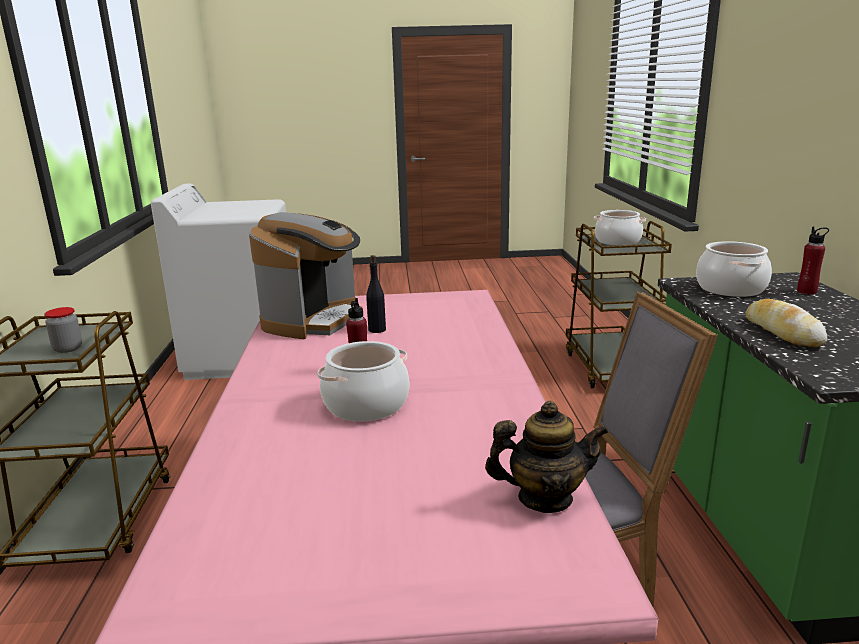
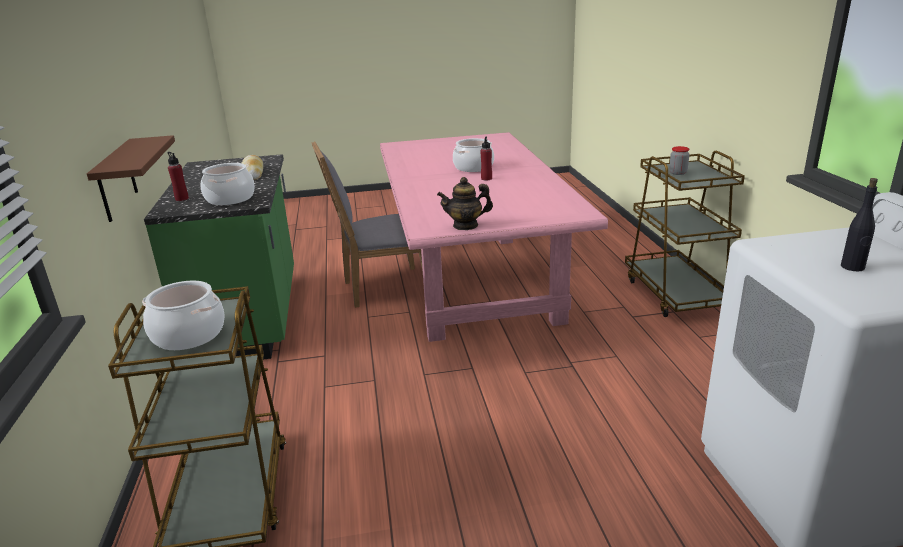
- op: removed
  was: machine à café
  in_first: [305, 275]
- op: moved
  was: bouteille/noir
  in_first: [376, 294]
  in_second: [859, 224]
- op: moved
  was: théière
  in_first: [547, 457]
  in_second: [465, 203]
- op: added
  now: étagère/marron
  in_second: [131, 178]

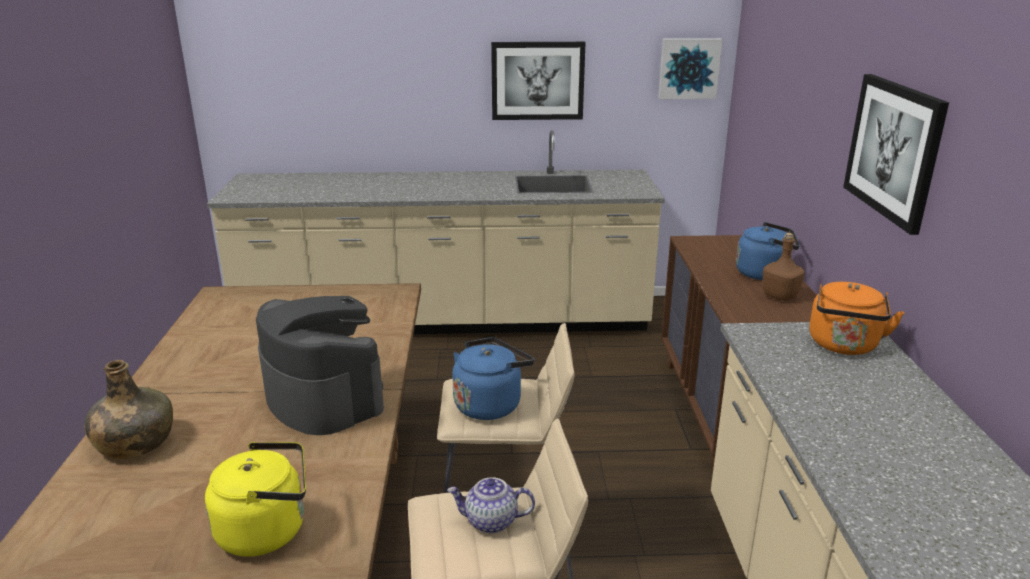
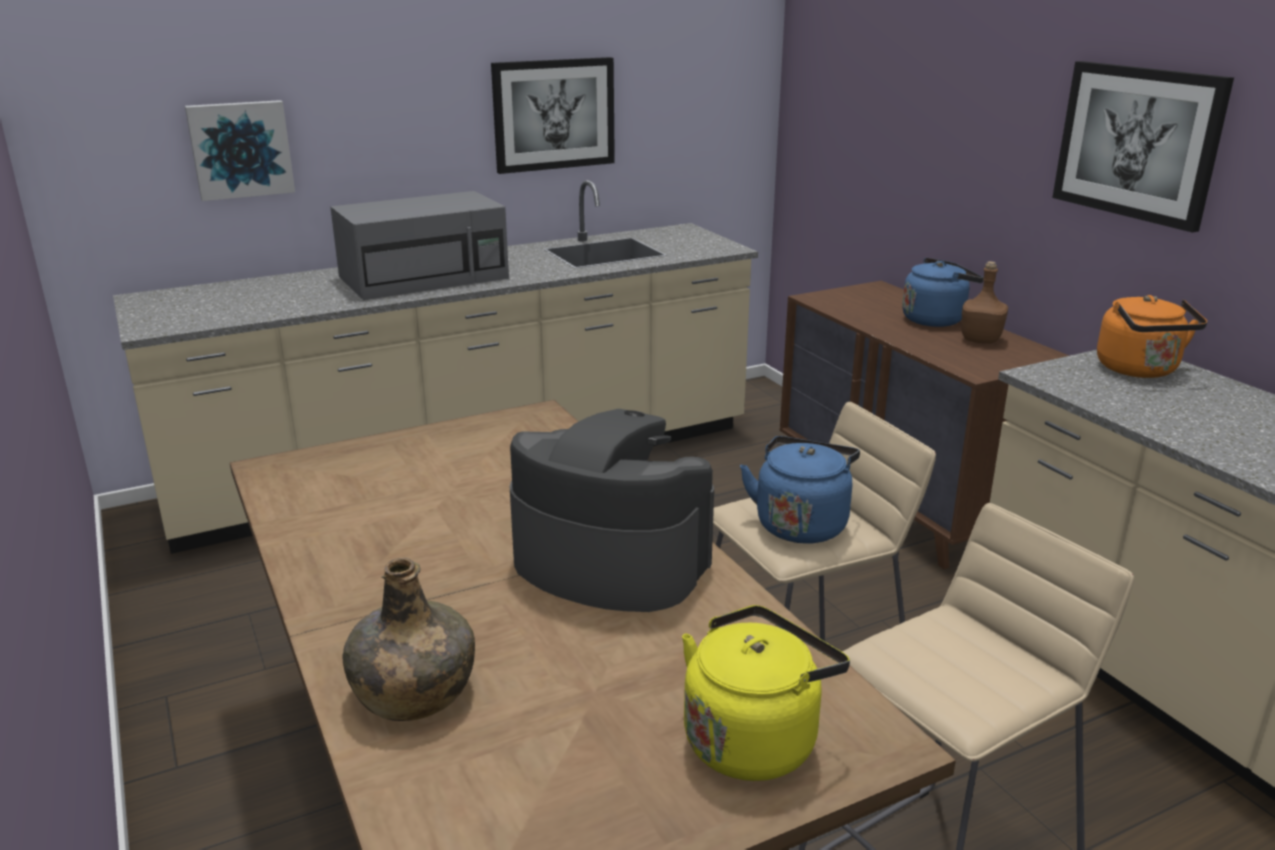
- op: removed
  was: théière
  in_first: [491, 505]
- op: moved
  was: tableau
  in_first: [690, 68]
  in_second: [240, 150]
- op: added
  now: micro-ondes/gris
  in_second: [419, 245]

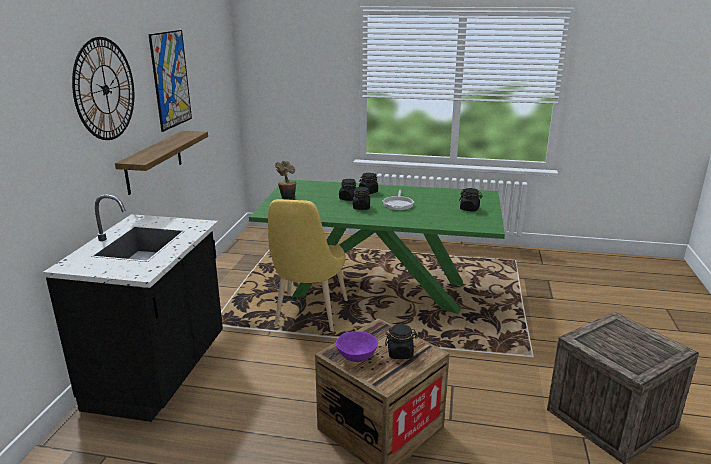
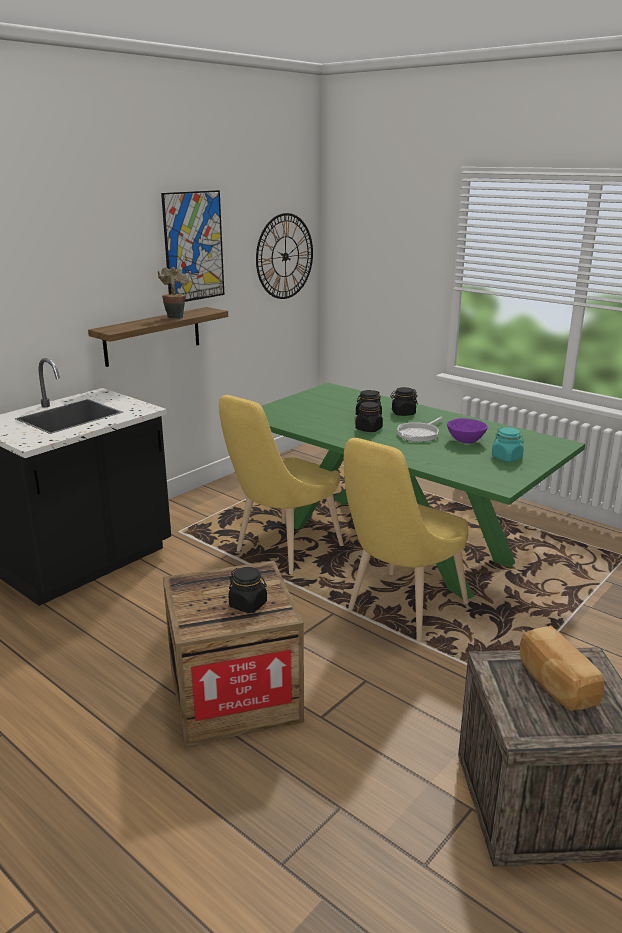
- op: moved
  was: horloge murale
  in_first: [103, 88]
  in_second: [284, 256]
- op: moved
  was: plante en pot
  in_first: [285, 180]
  in_second: [173, 293]
- op: moved
  was: bol/violet
  in_first: [357, 346]
  in_second: [467, 430]
- op: recoloured
  was: bocal/noir
  now: bocal/turquoise
  in_first: [471, 200]
  in_second: [508, 444]
- op: added
  now: chaise/jaune
  in_second: [406, 540]
- op: added
  now: pain
  in_second: [562, 668]

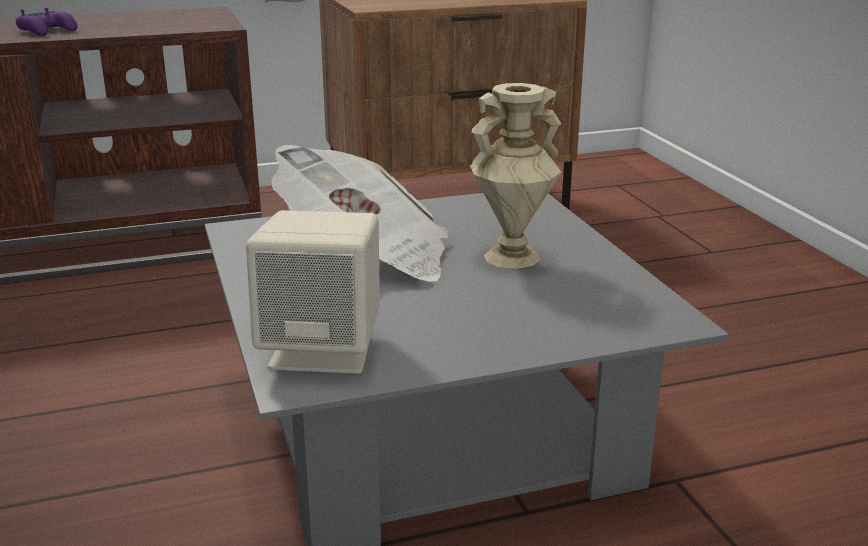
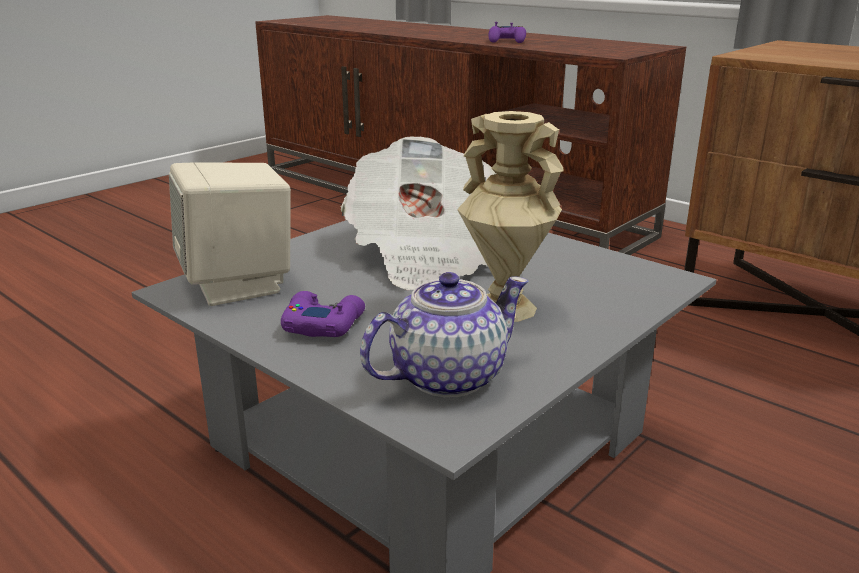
- op: added
  now: manette/violet
  in_second: [323, 314]
- op: added
  now: théière
  in_second: [444, 334]

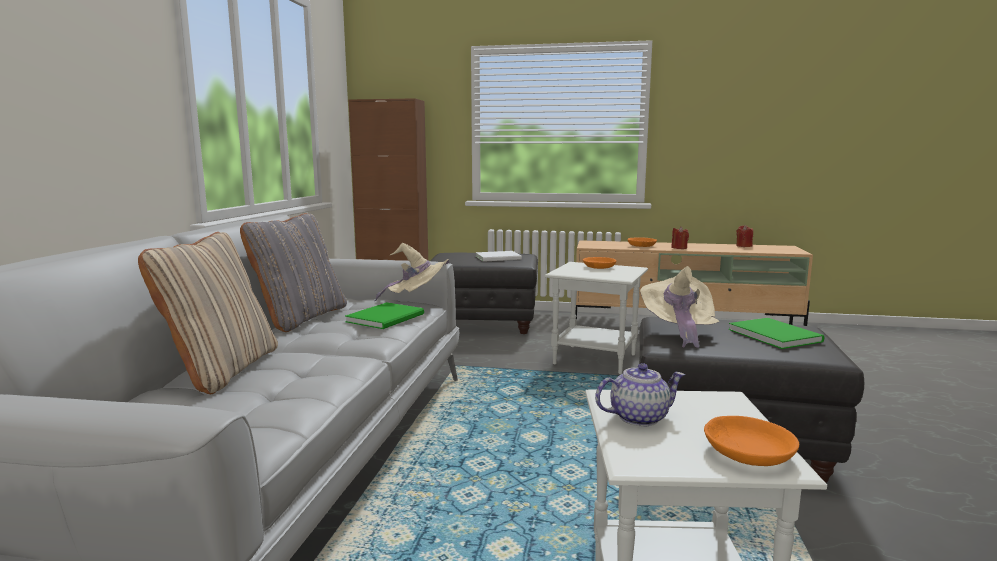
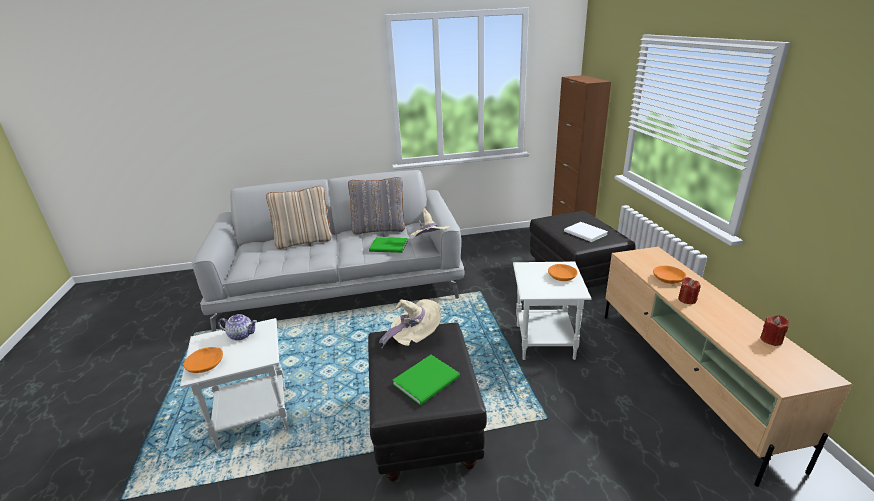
- op: turned
  was: théière
  in_first: [640, 394]
  in_second: [237, 327]
  clockwise: -45

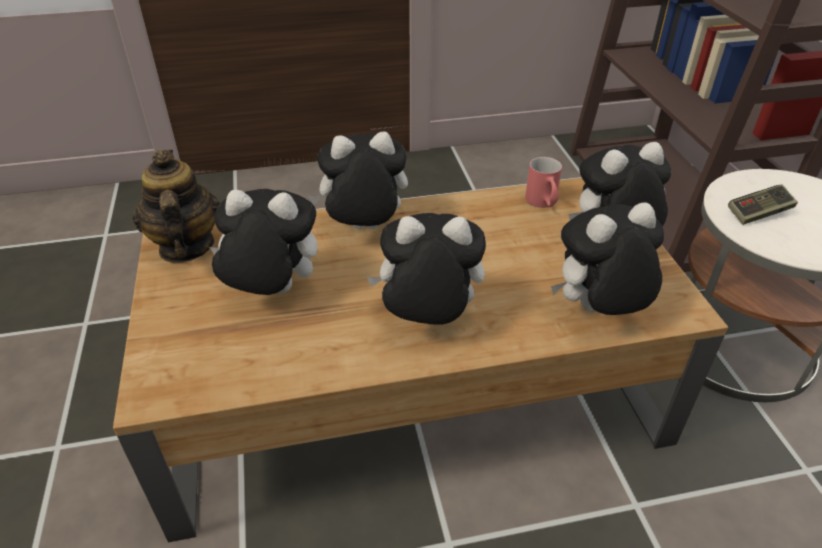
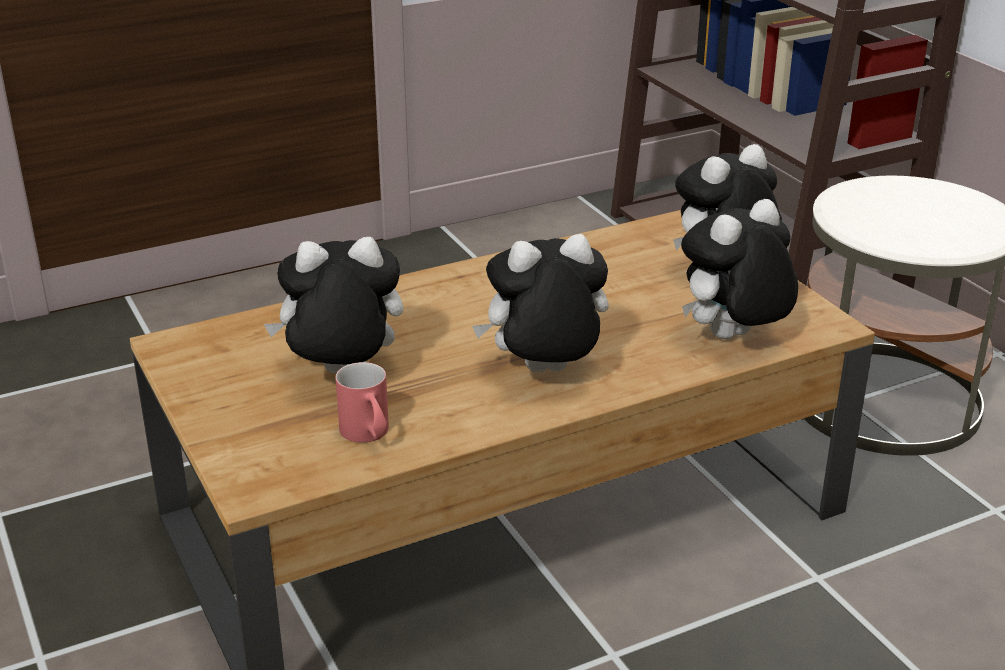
- op: removed
  was: théière
  in_first: [176, 206]
- op: removed
  was: peluche
  in_first: [358, 180]
- op: moved
  was: mug/rouge
  in_first: [543, 182]
  in_second: [362, 402]
- op: removed
  was: manette
  in_first: [763, 205]

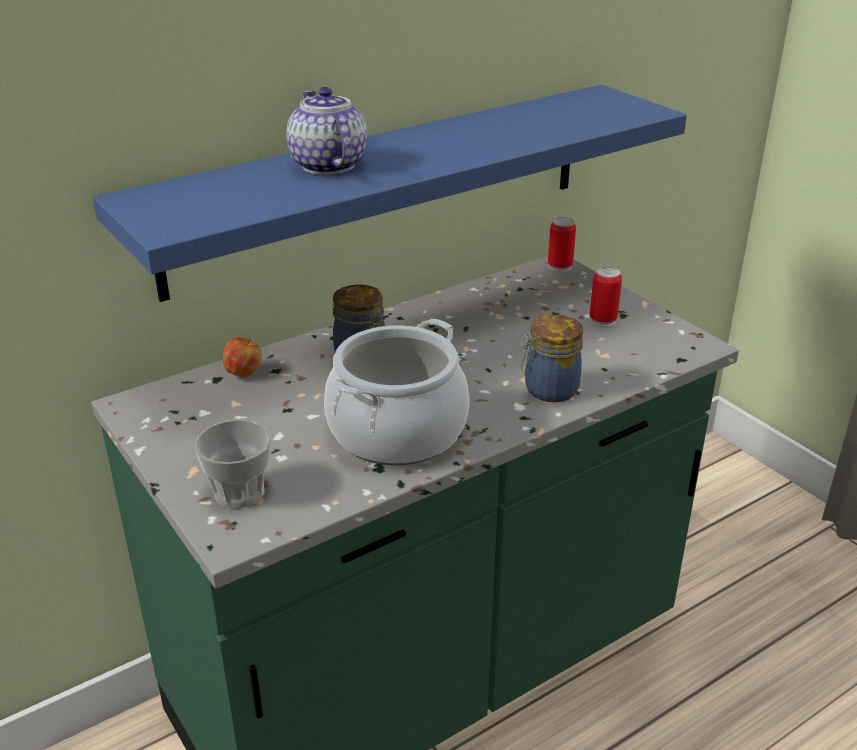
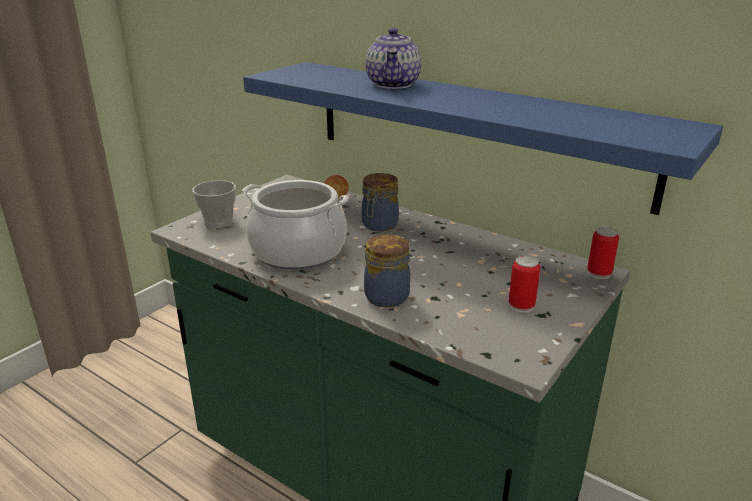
- op: turned
  was: théière
  in_first: [326, 131]
  in_second: [393, 58]
  clockwise: 135

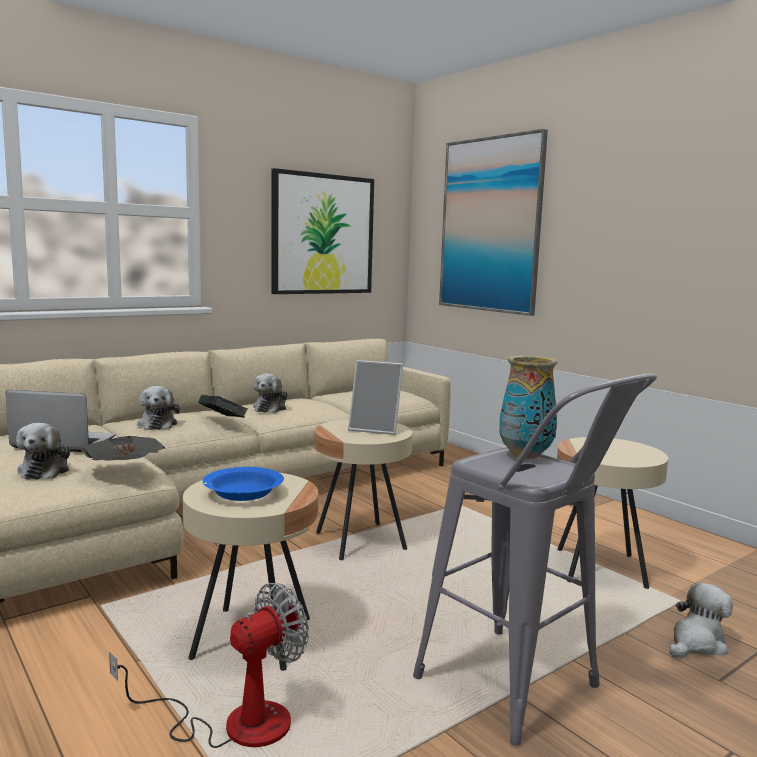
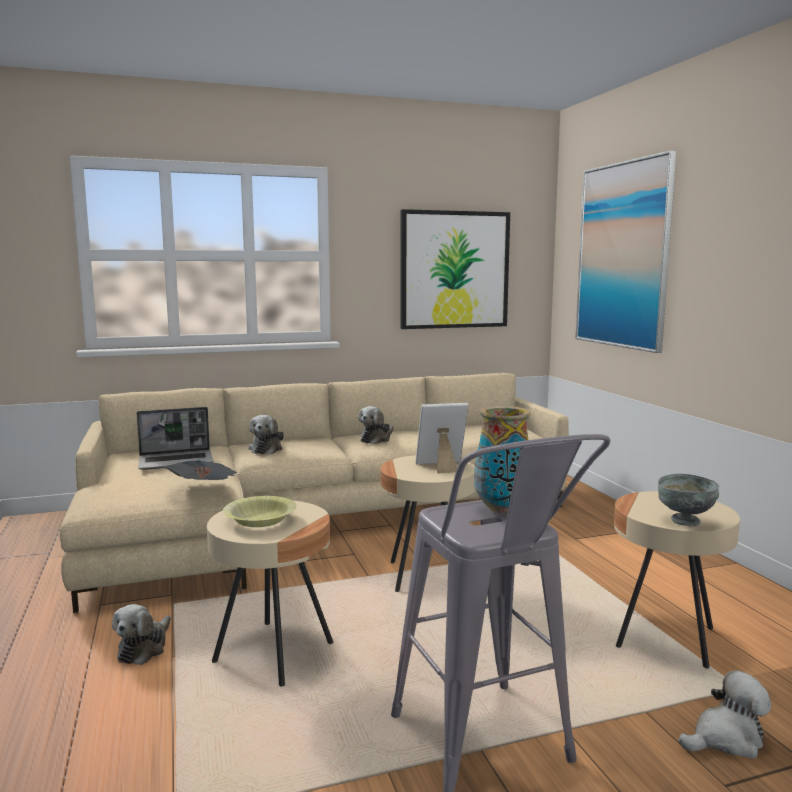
- op: turned
  was: ordinateur portable
  in_first: [61, 421]
  in_second: [175, 438]
  clockwise: 135
- op: moved
  was: peluche
  in_first: [43, 451]
  in_second: [141, 634]
- op: removed
  was: ventilateur
  in_first: [209, 665]
- op: removed
  was: livre
  in_first: [223, 406]
- op: recoloured
  was: bol/bleu
  now: bol/jaune
  in_first: [243, 484]
  in_second: [259, 511]
- op: turned
  was: cadre photo
  in_first: [375, 397]
  in_second: [442, 438]
  clockwise: 135
- op: added
  now: bol/gris
  in_second: [688, 500]

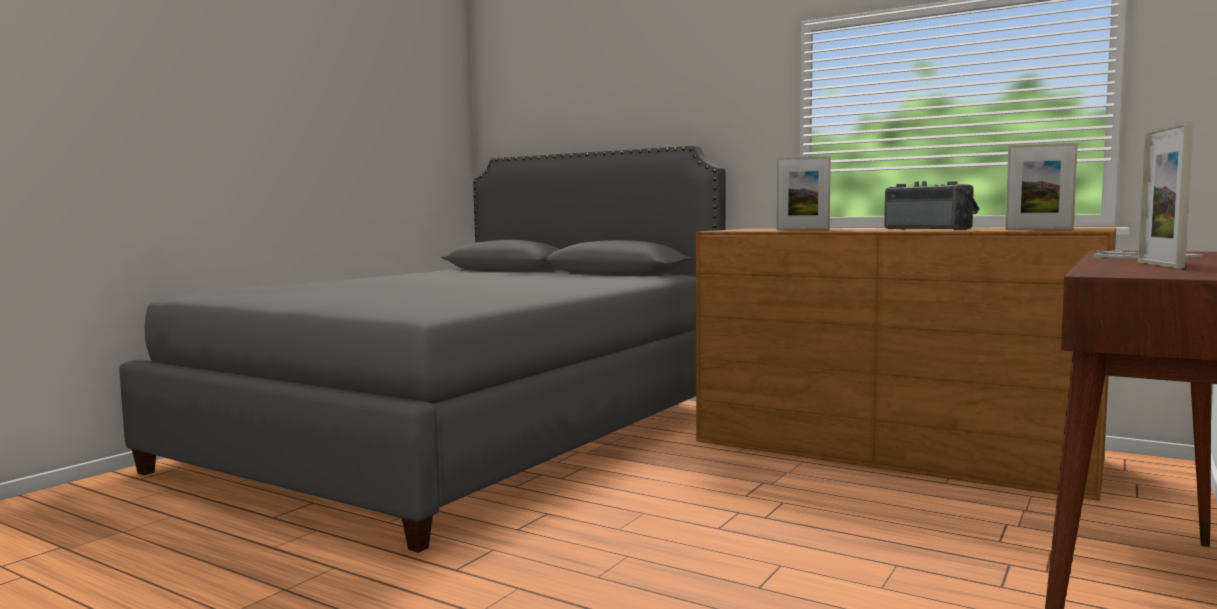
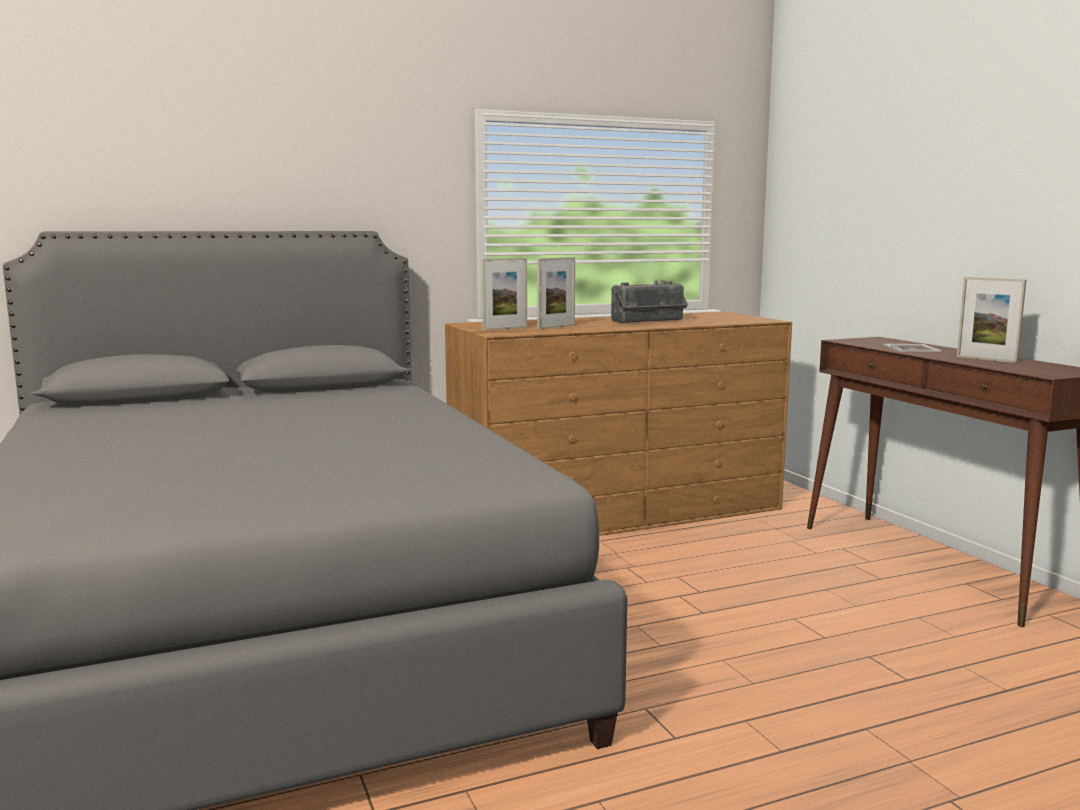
- op: turned
  was: radio
  in_first: [932, 205]
  in_second: [649, 301]
  clockwise: 150
- op: moved
  was: cadre photo
  in_first: [1041, 186]
  in_second: [504, 294]

